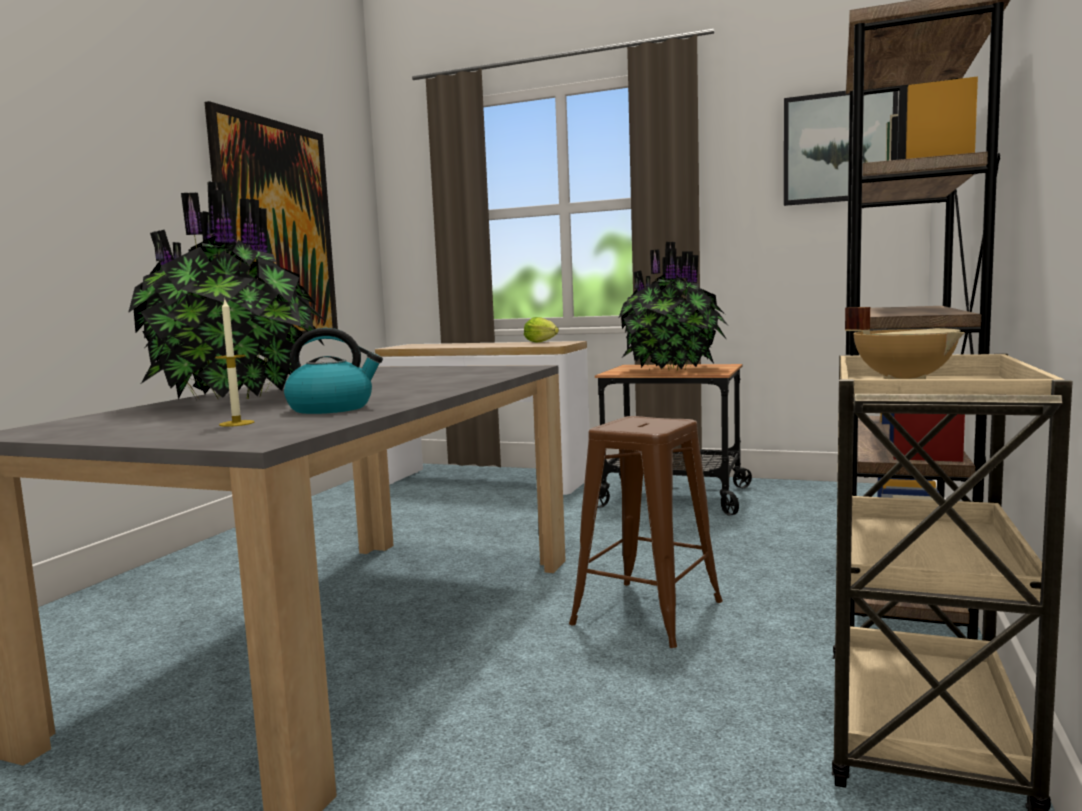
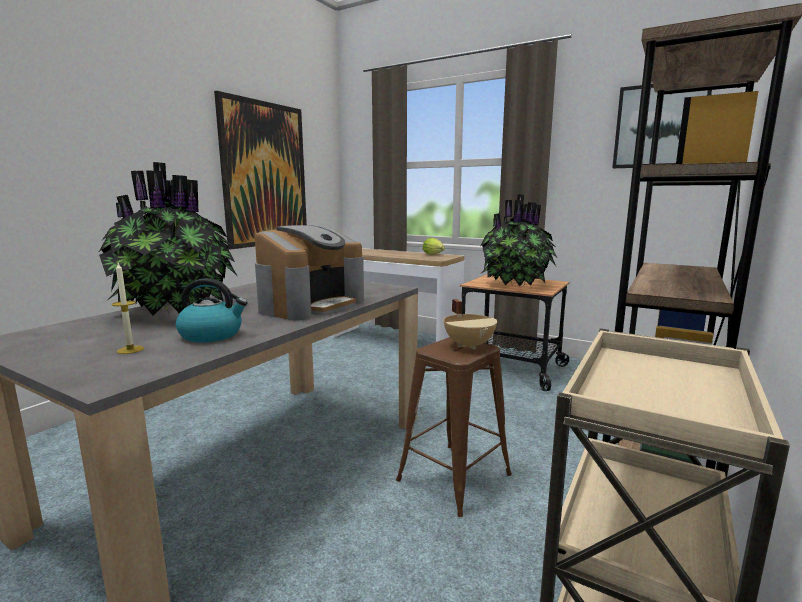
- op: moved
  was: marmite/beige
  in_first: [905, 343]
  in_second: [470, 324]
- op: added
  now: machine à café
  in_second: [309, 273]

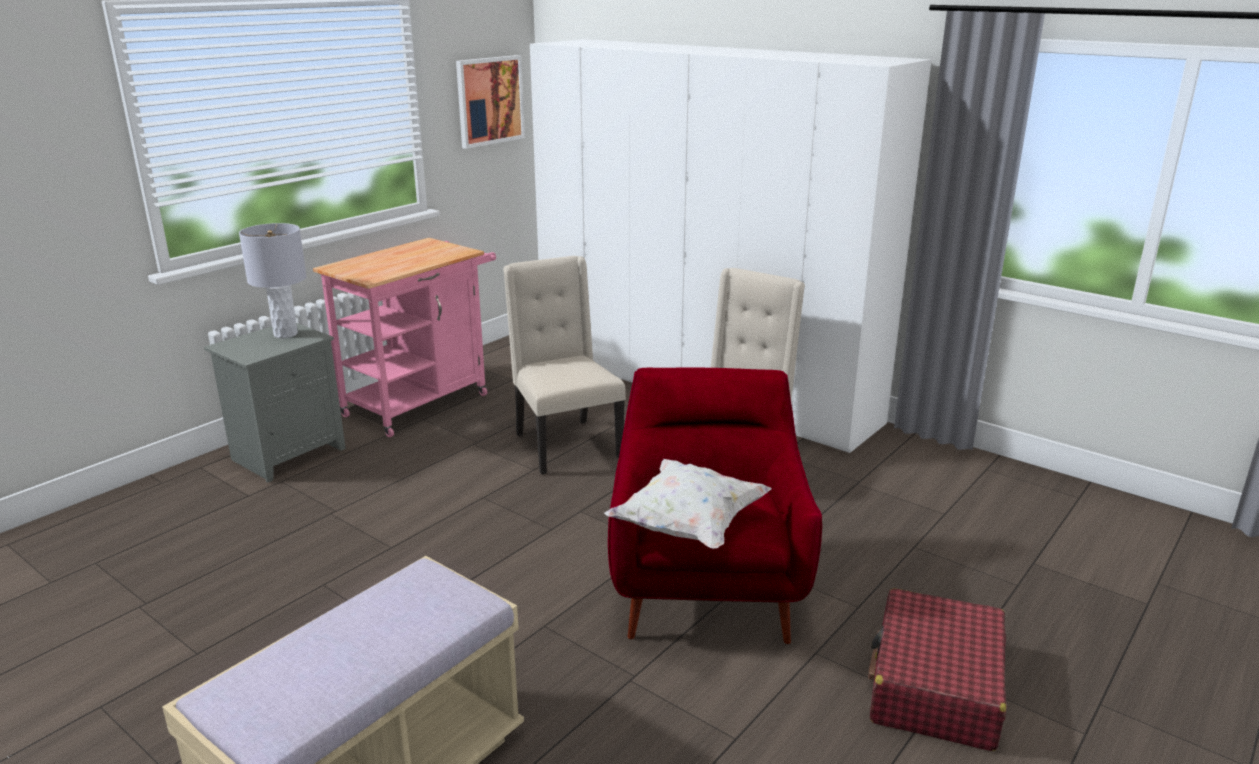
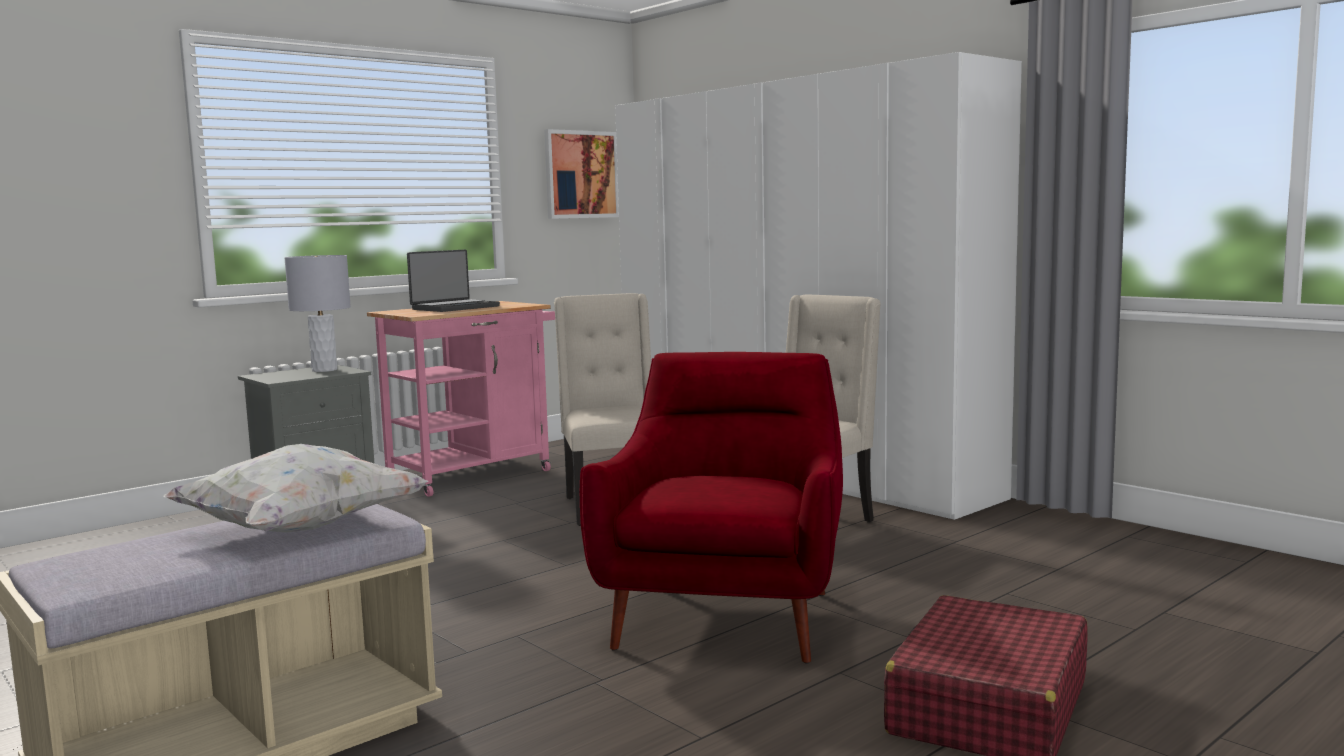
- op: moved
  was: coussin/blanc
  in_first: [688, 504]
  in_second: [296, 488]
- op: added
  now: ordinateur portable
  in_second: [453, 281]

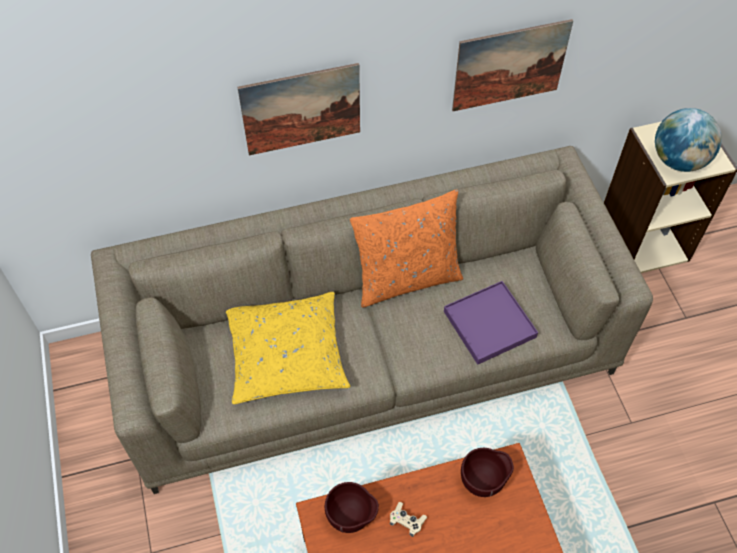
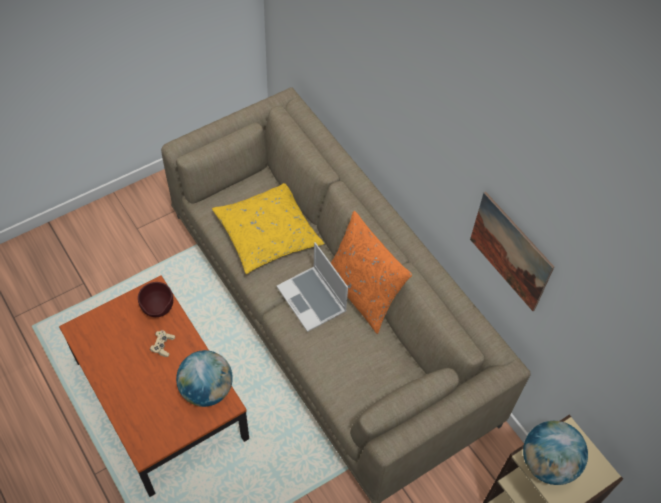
- op: removed
  was: tableau
  in_first: [299, 109]
- op: removed
  was: plateau/violet
  in_first: [491, 323]
- op: replaced
  was: bol/marron
  now: globe
  in_first: [487, 472]
  in_second: [204, 378]
- op: added
  now: ordinateur portable
  in_second: [312, 287]

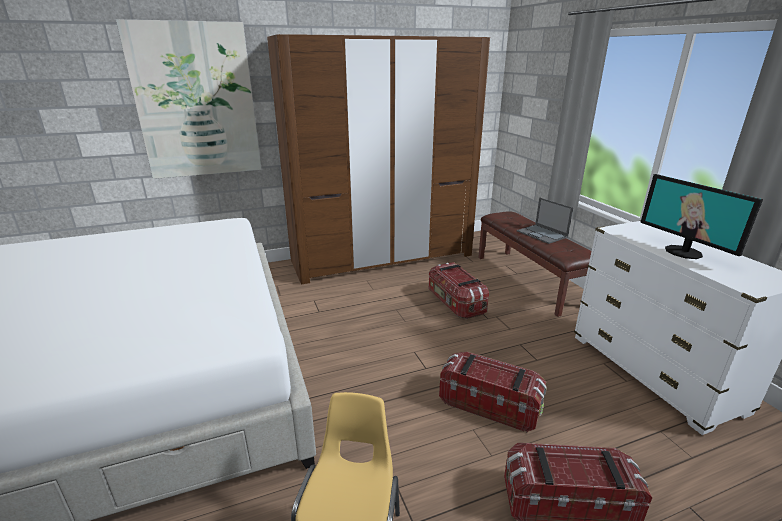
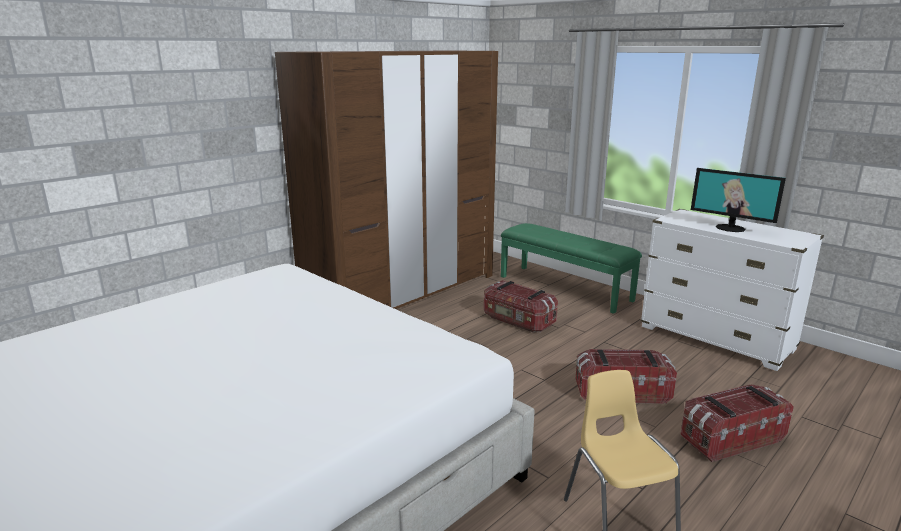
- op: removed
  was: tableau
  in_first: [189, 99]
- op: recoloured
  was: banc/marron
  now: banc/vert
  in_first: [534, 264]
  in_second: [571, 268]
- op: removed
  was: ordinateur portable
  in_first: [545, 221]

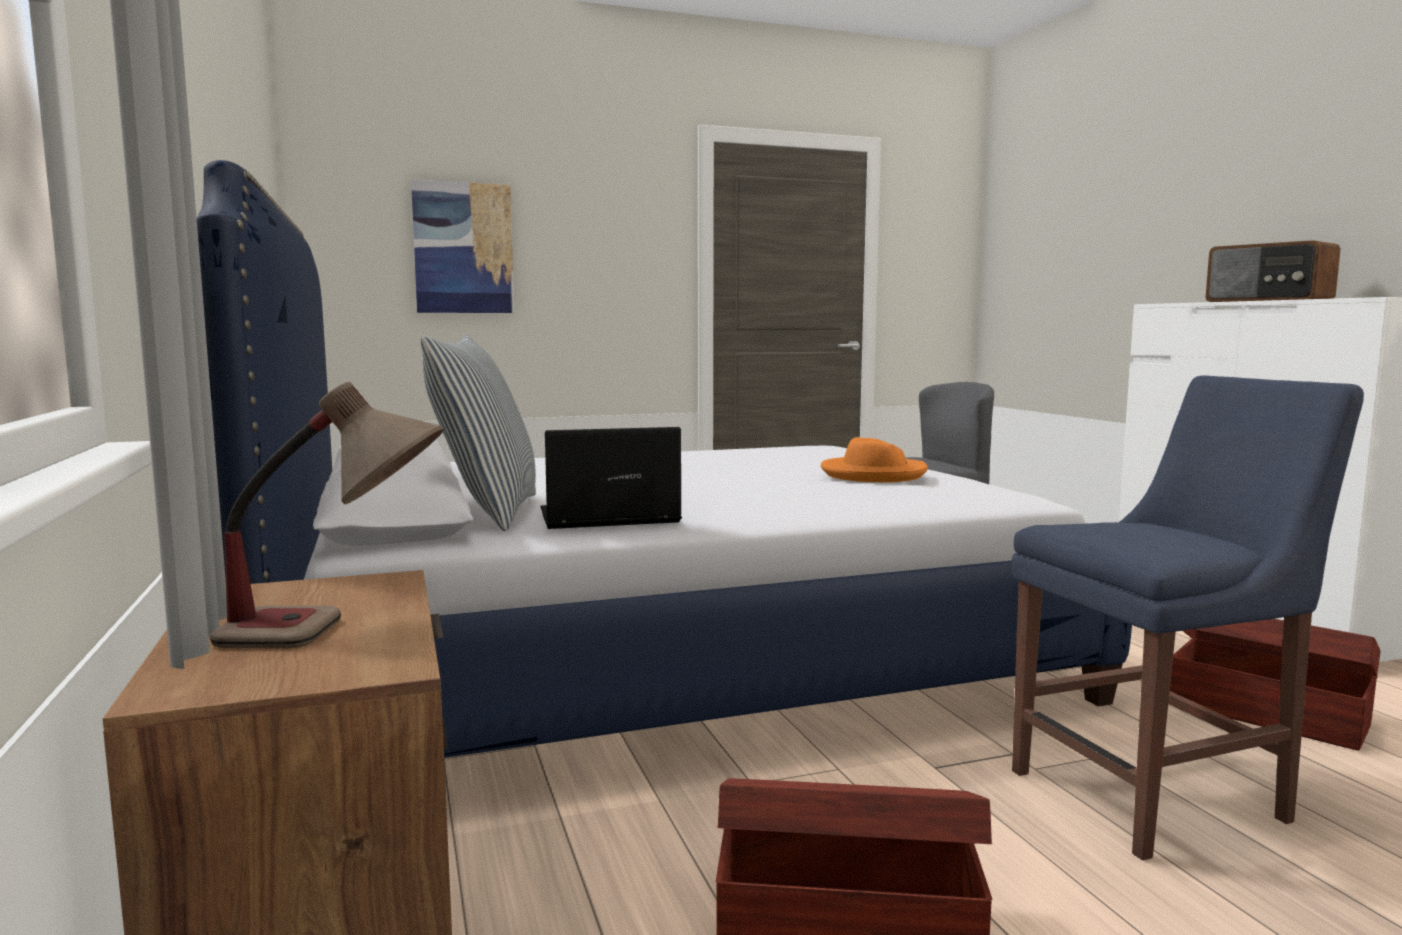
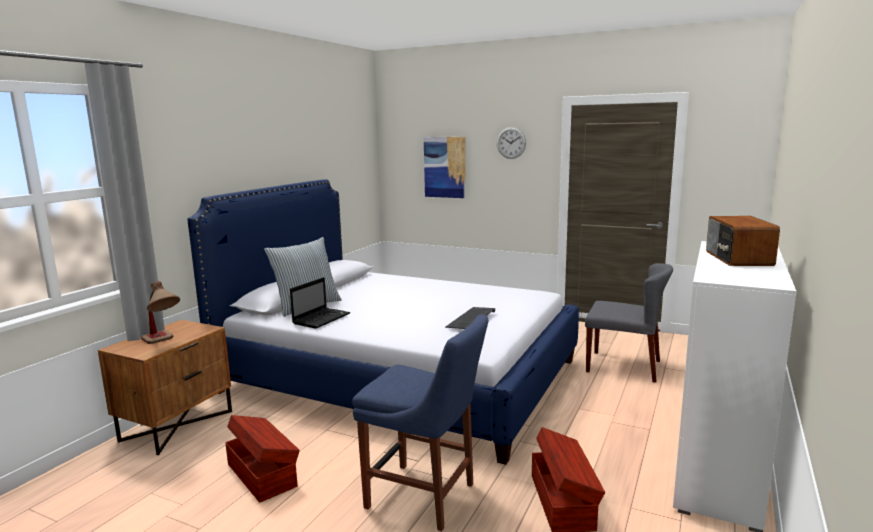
- op: turned
  was: ordinateur portable
  in_first: [611, 478]
  in_second: [320, 303]
  clockwise: 90
- op: replaced
  was: chapeau/orange
  now: clavier
  in_first: [874, 459]
  in_second: [470, 318]
- op: added
  now: horloge murale
  in_second: [511, 143]

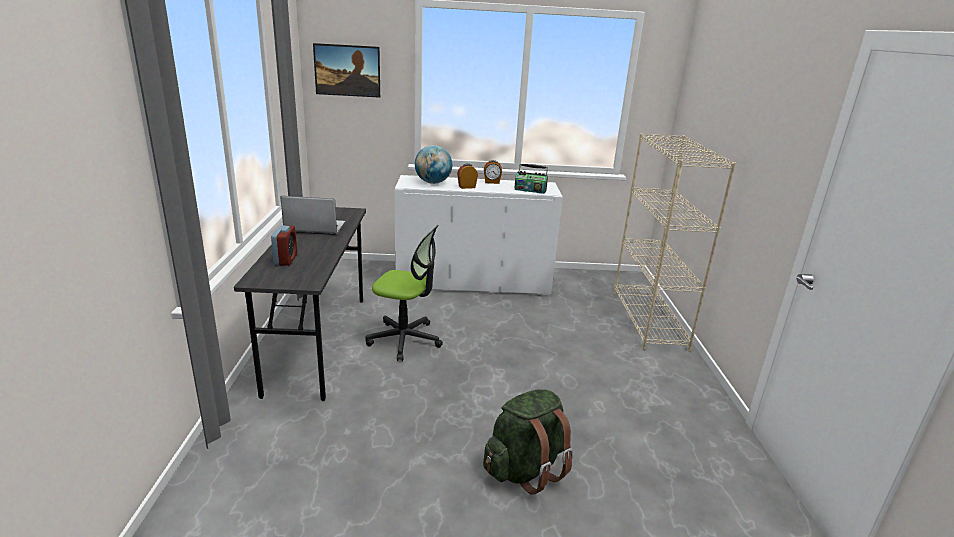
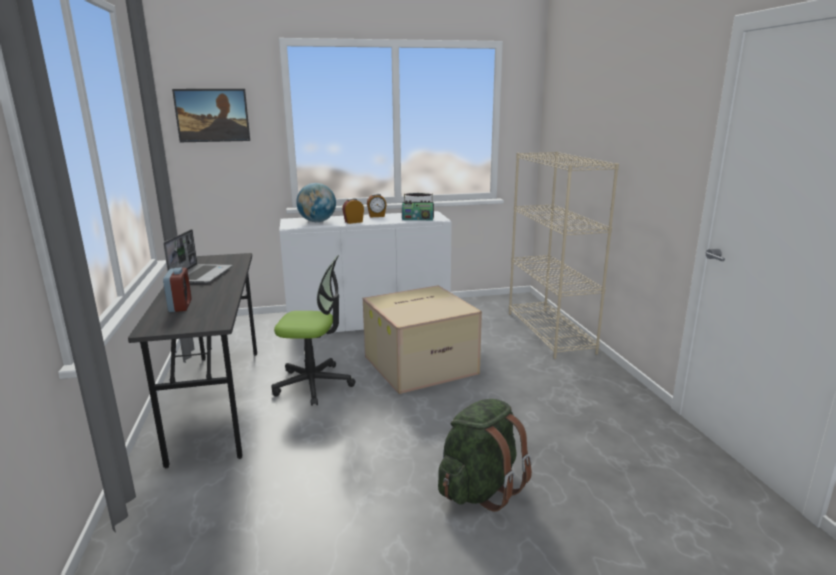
- op: turned
  was: ordinateur portable
  in_first: [312, 215]
  in_second: [198, 256]
  clockwise: 105
- op: added
  now: carton
  in_second: [422, 339]

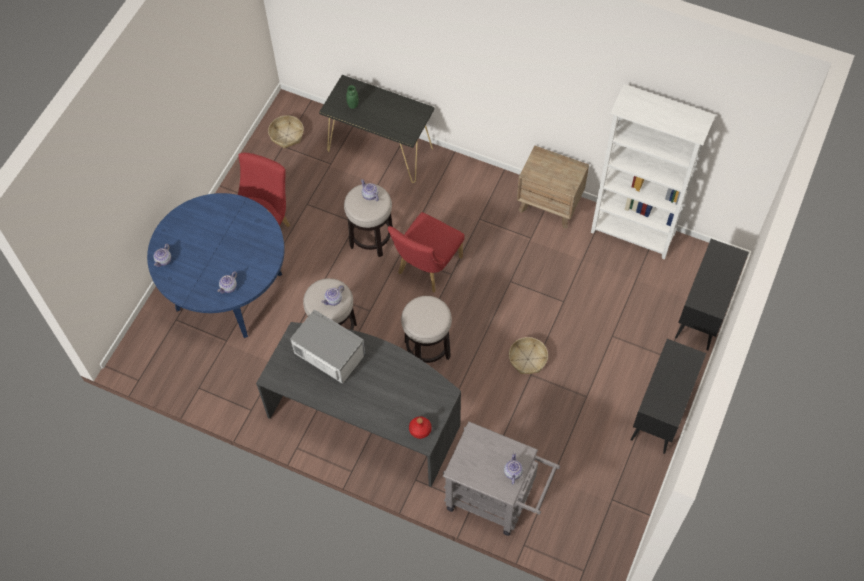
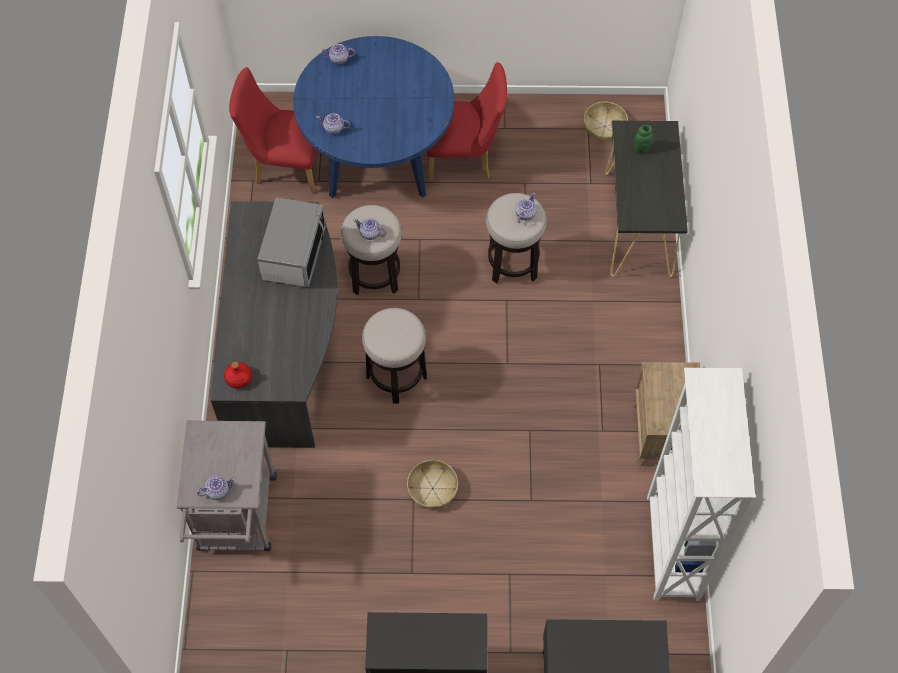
- op: moved
  was: chaise/rouge
  in_first: [426, 252]
  in_second: [272, 130]

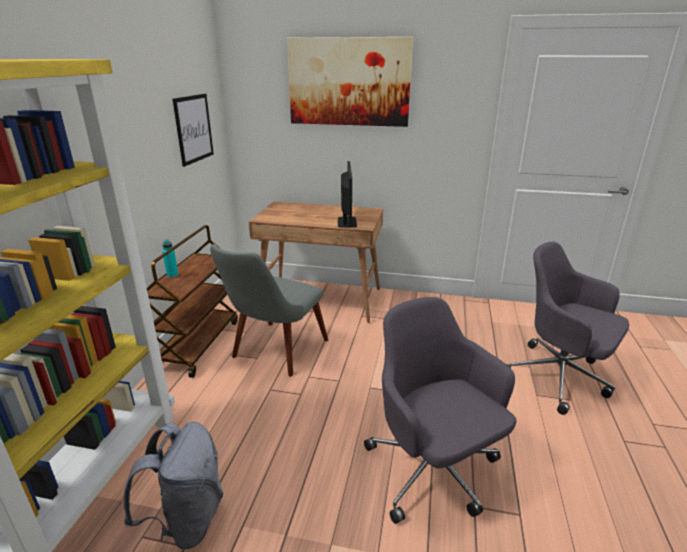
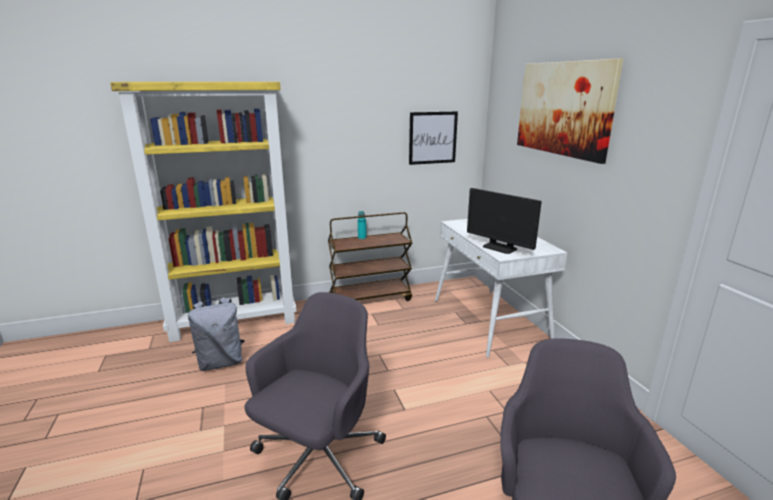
- op: removed
  was: chaise/gris
  in_first: [269, 310]
- op: recoloured
  was: bureau/marron
  now: bureau/blanc
  in_first: [316, 262]
  in_second: [501, 288]
- op: turned
  was: écran d'ordinateur
  in_first: [347, 194]
  in_second: [504, 221]
  clockwise: 75

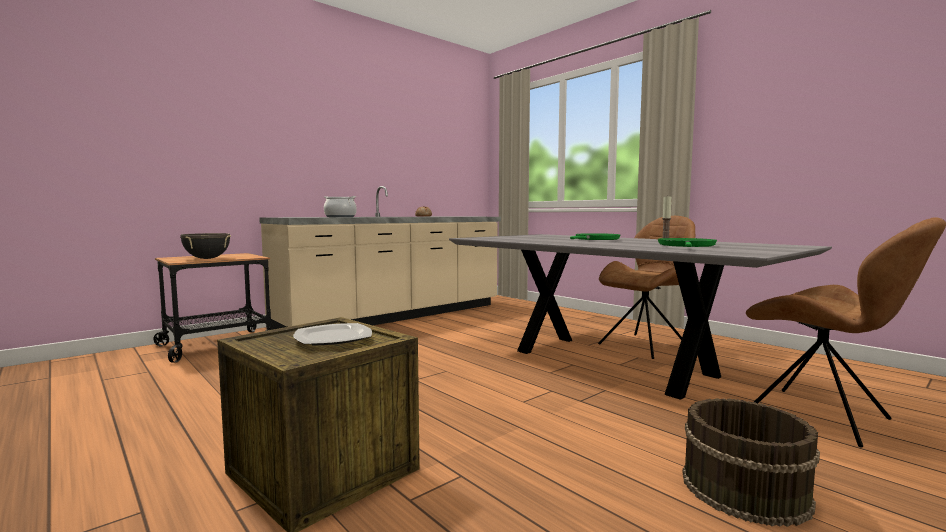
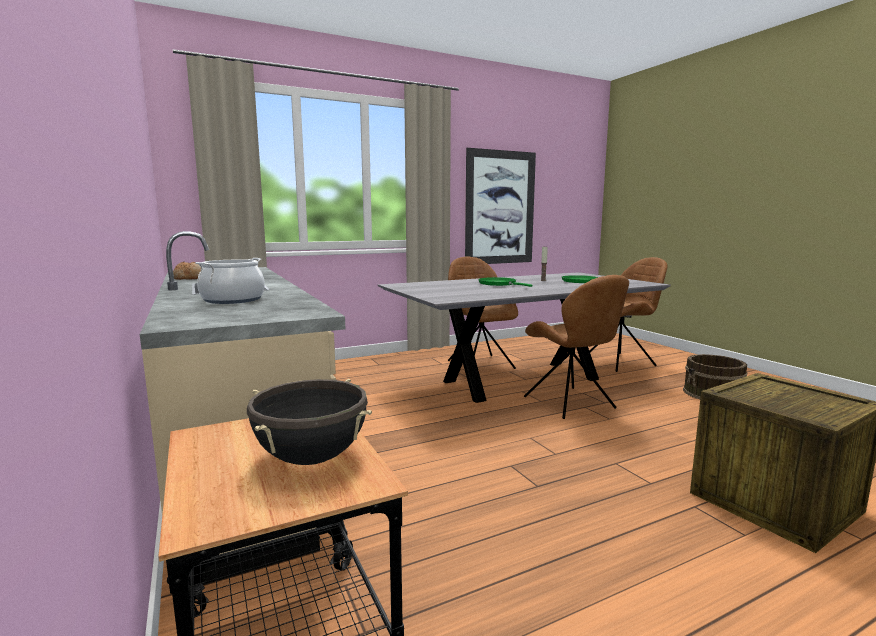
- op: removed
  was: assiette
  in_first: [332, 334]
- op: added
  now: tableau
  in_second: [500, 206]
- op: added
  now: chaise/marron
  in_second: [576, 347]

